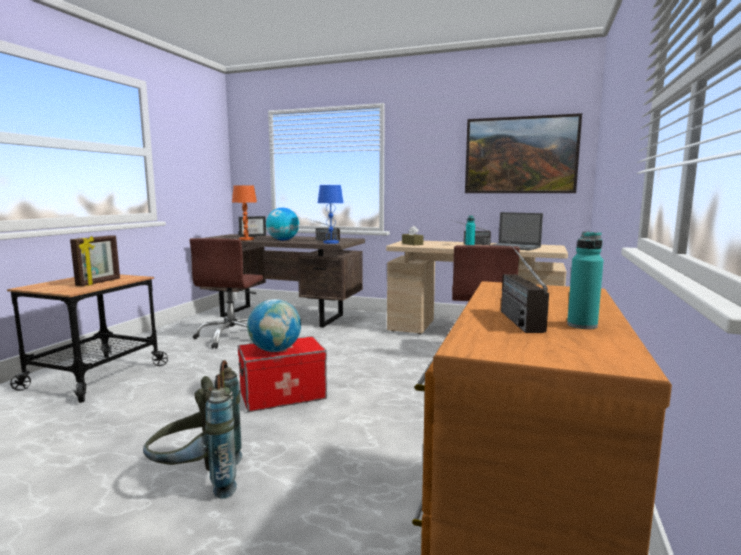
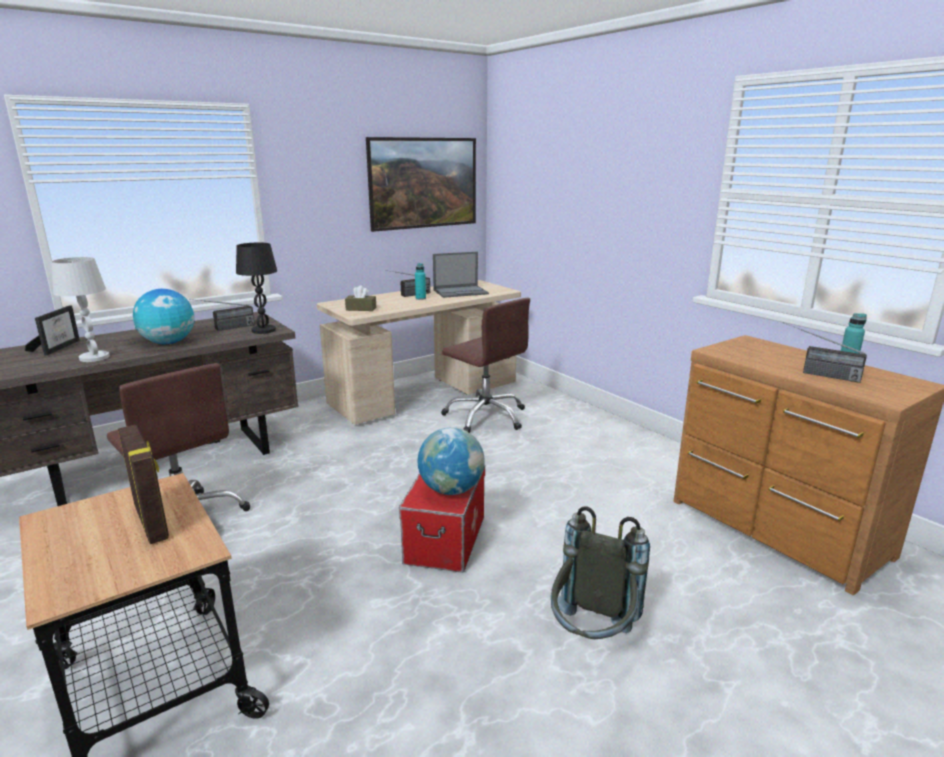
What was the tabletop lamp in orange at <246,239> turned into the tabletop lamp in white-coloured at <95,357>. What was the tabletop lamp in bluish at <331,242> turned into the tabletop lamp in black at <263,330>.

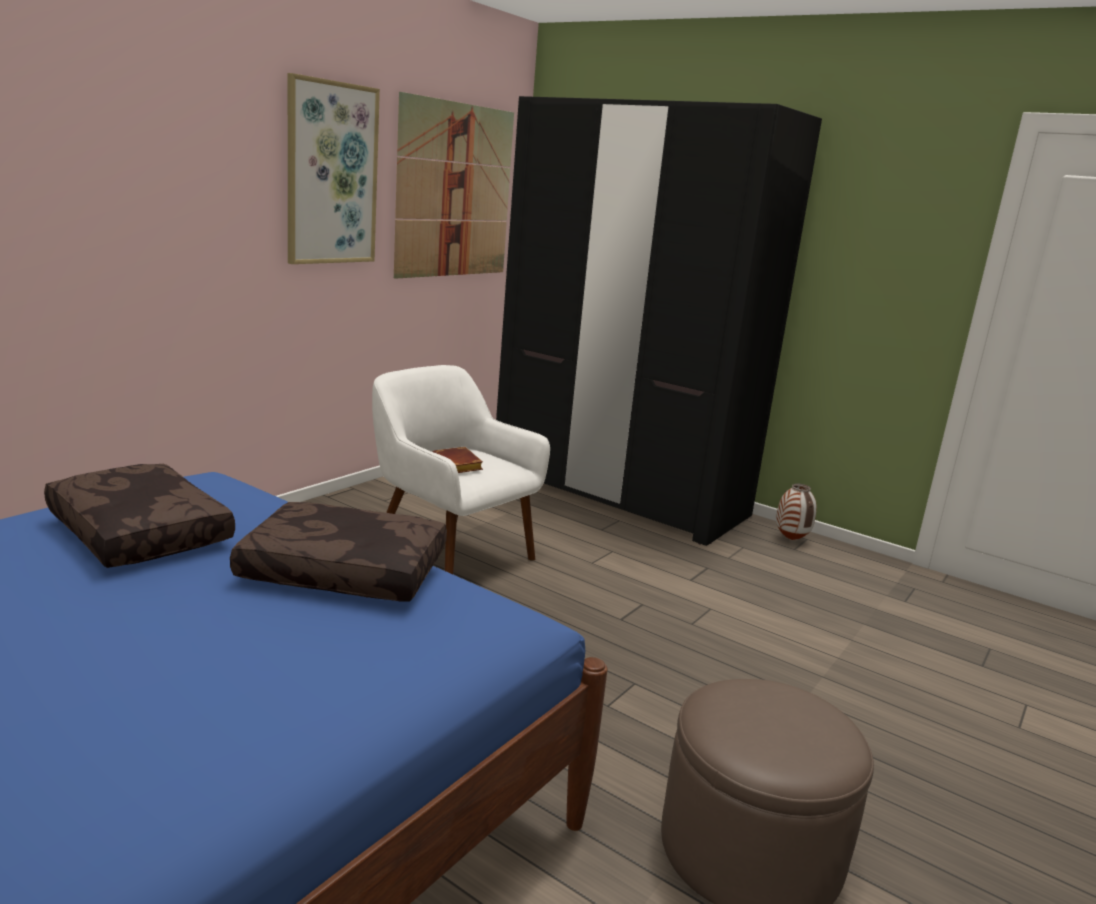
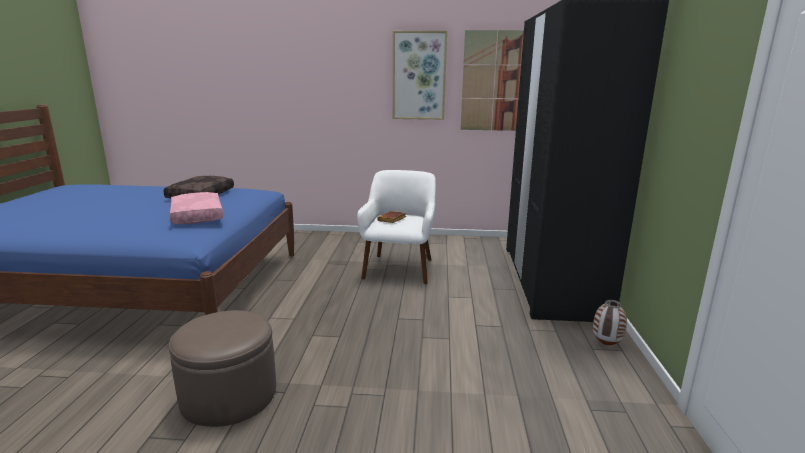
What was the pillow in brownish at <341,572> turned into the pillow in pinkish at <196,216>.

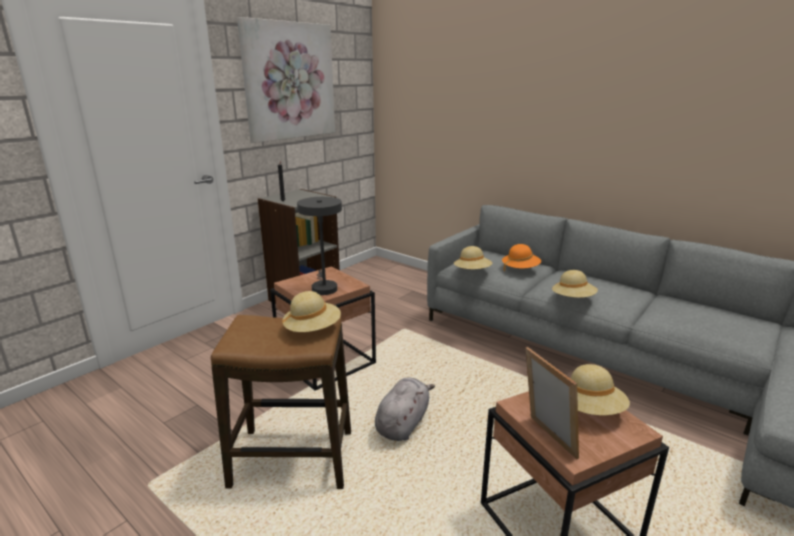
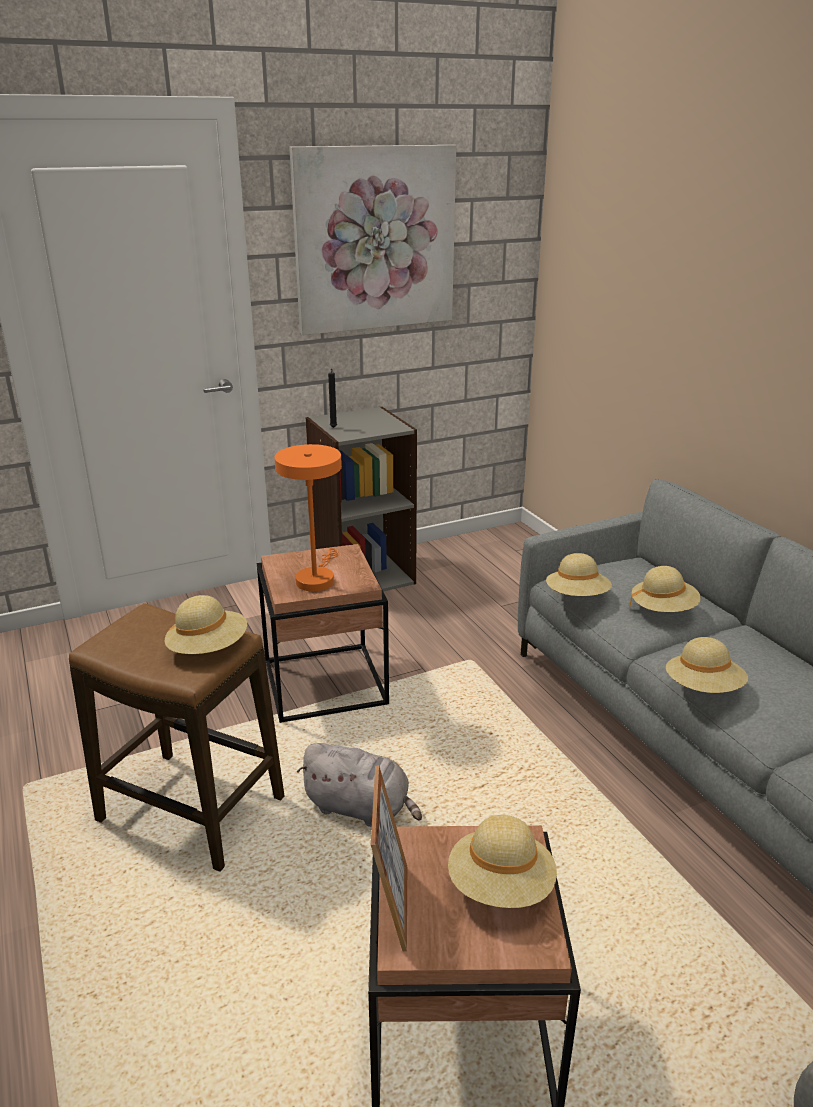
What was the tabletop lamp in gray at <323,287> turned into the tabletop lamp in orange at <316,578>. The soft toy in gray at <403,423> ended up facing another way, 60 degrees clockwise from before. What was the hat in orange at <520,269> turned into the hat in beige at <663,609>.

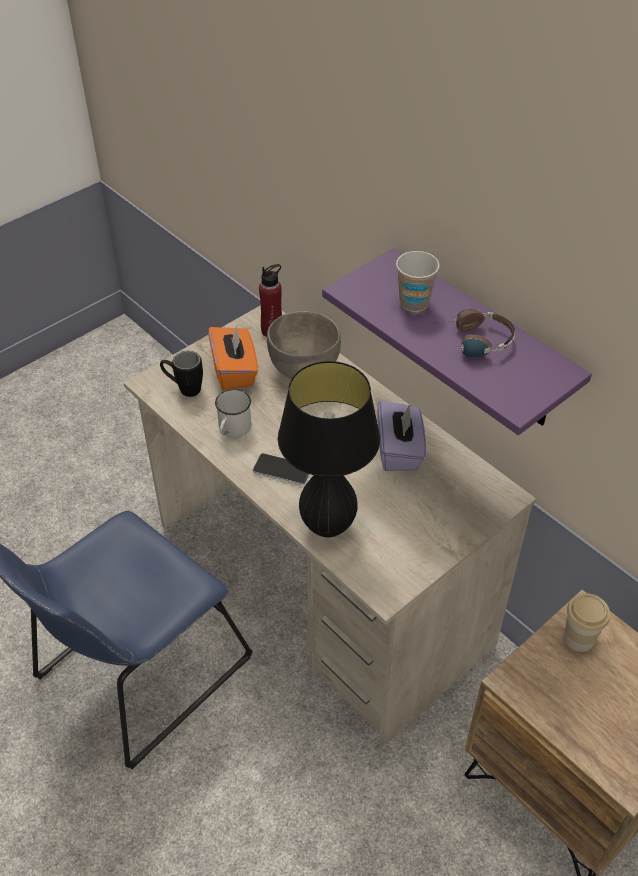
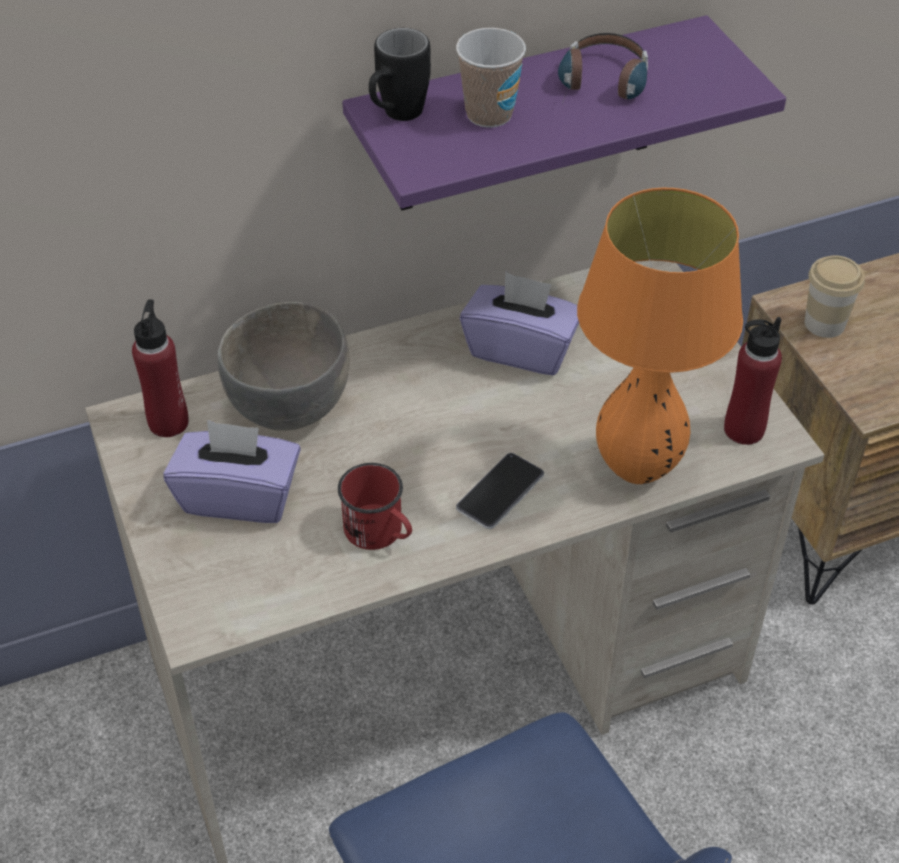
The mug in black ended up elsewhere, having gone from <184,388> to <396,117>. What was the tissue holder in orange at <234,371> turned into the tissue holder in purplish at <239,496>. What was the mug in white-coloured at <232,430> turned into the mug in red-coloured at <380,533>. What was the tabletop lamp in black at <328,527> turned into the tabletop lamp in orange at <638,468>. The second view gained the beverage bottle in red-coloured at <743,429>.

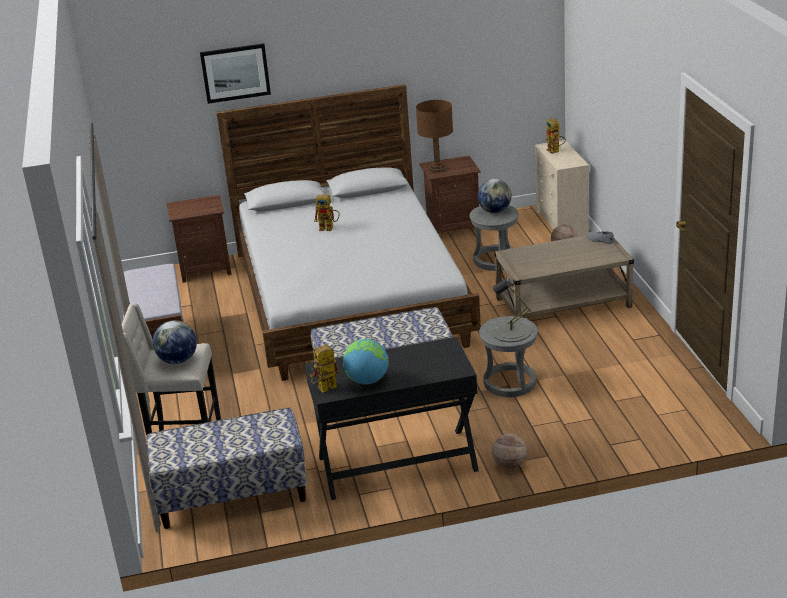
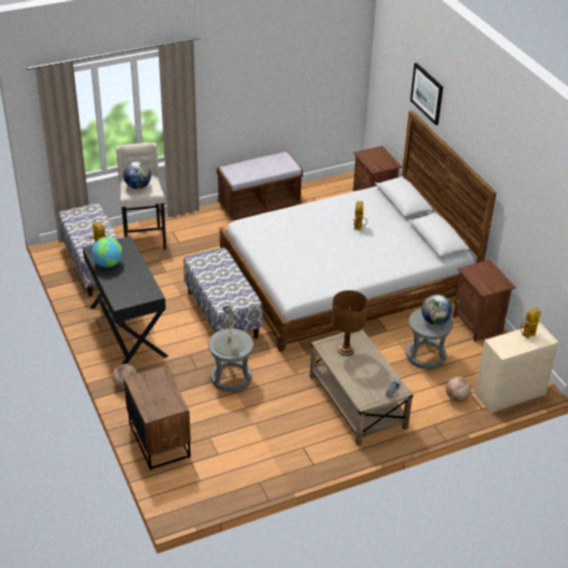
The tabletop lamp in brownish ended up elsewhere, having gone from <437,169> to <346,350>. The second view gained the bedside table in brownish at <160,440>.

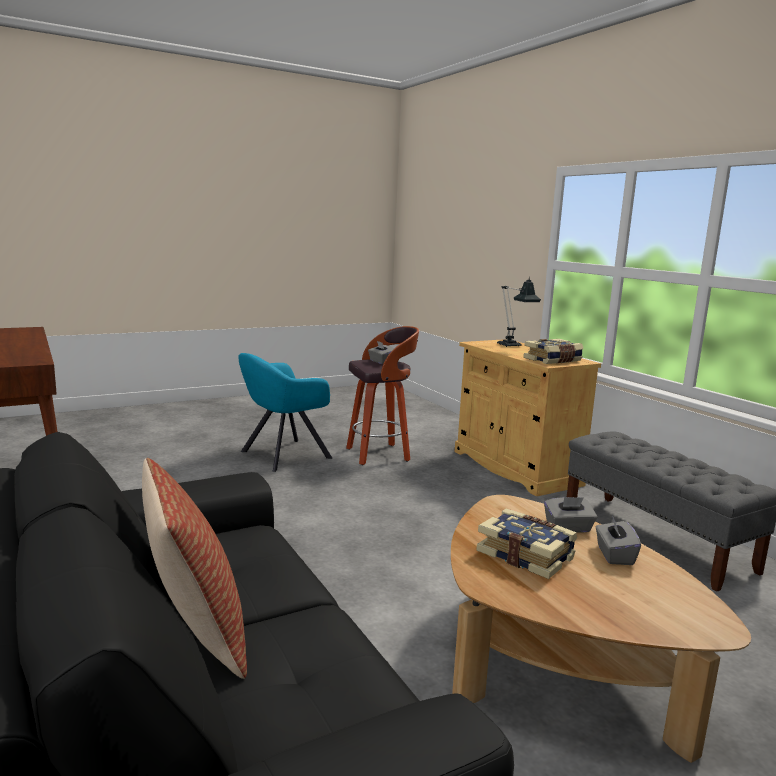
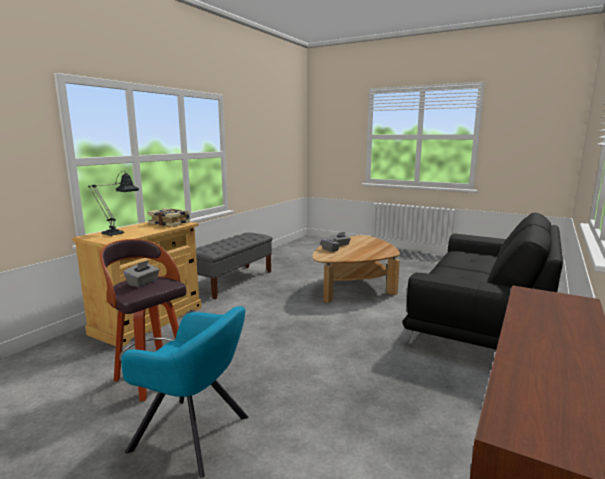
The second view lost the pillow at <195,633>. The second view lost the book at <526,555>.

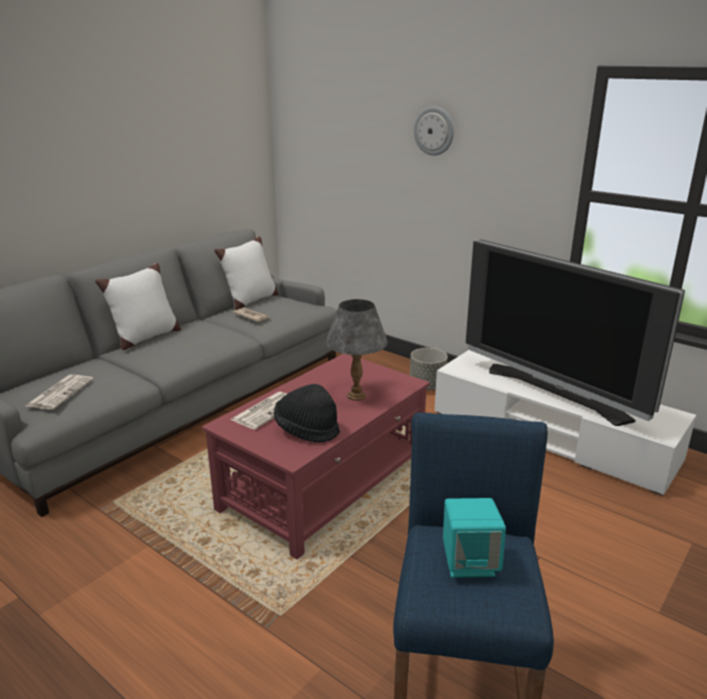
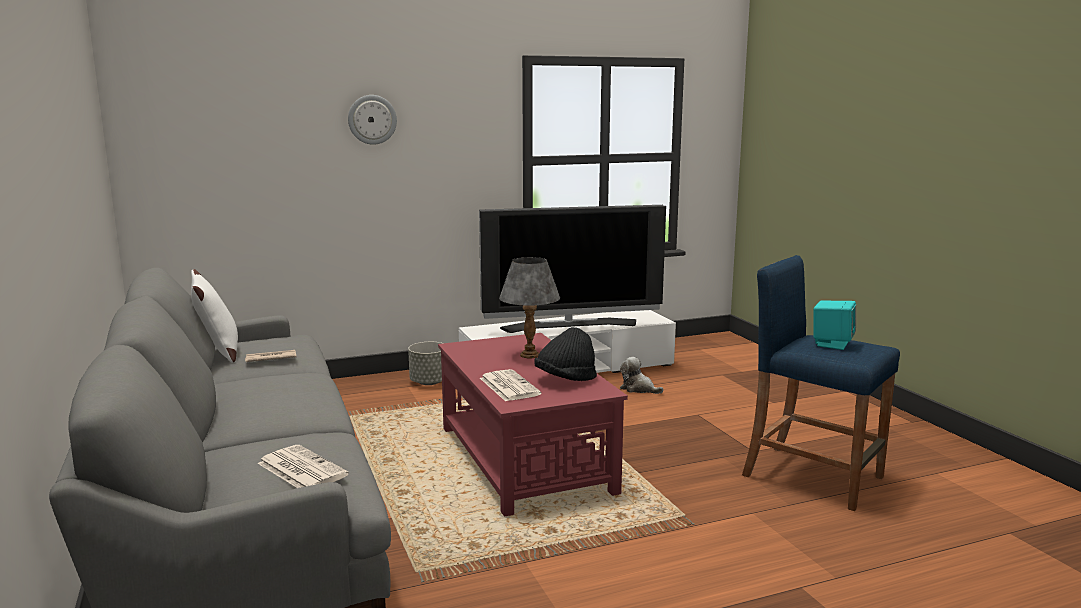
The second view lost the pillow in white-coloured at <145,338>. The second view gained the soft toy at <638,389>.

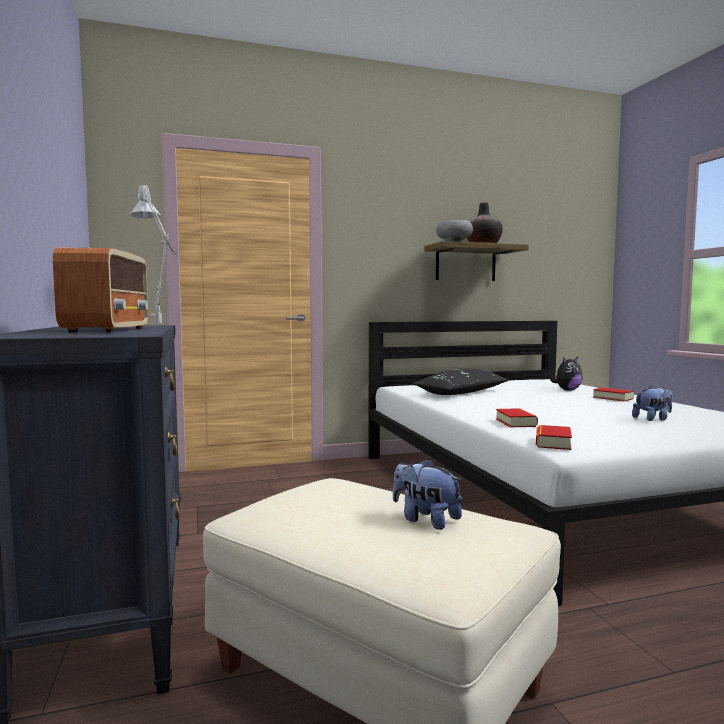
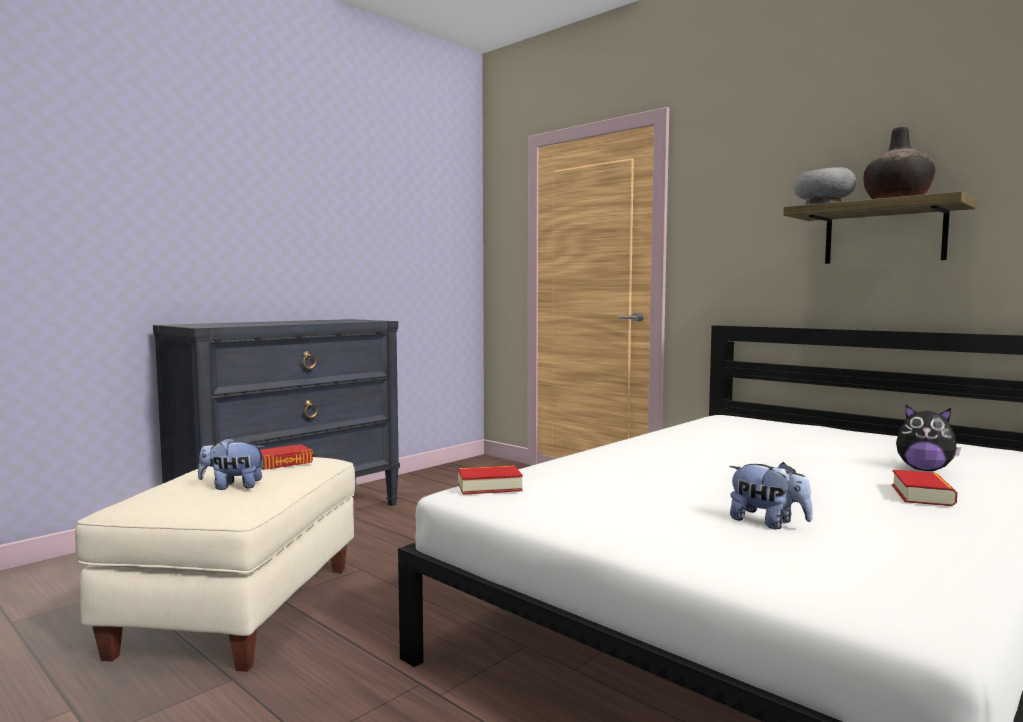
The second view lost the radio at <109,330>. The second view lost the tabletop lamp in gray at <161,326>. The soft toy at <425,520> ended up facing another way, 105 degrees counterclockwise from before. The second view lost the pillow in black at <461,393>. The book ended up elsewhere, having gone from <516,422> to <283,463>.

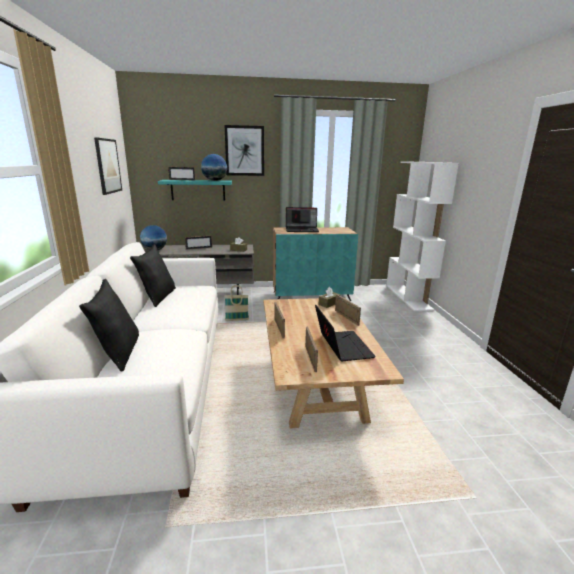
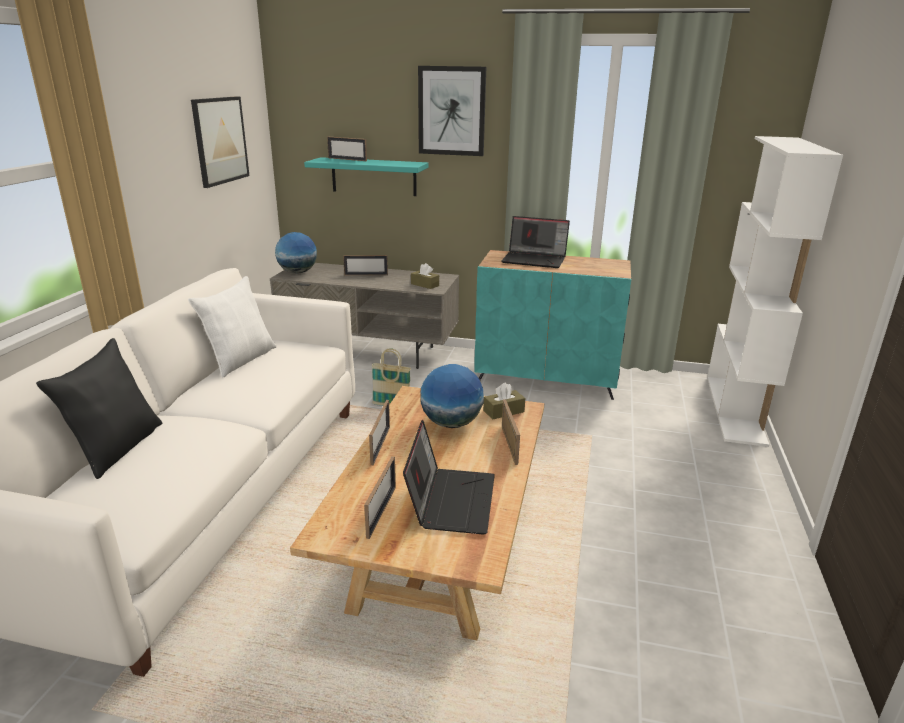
What was the pillow in black at <158,297> turned into the pillow in white-coloured at <240,359>. The world globe ended up elsewhere, having gone from <214,180> to <451,423>.

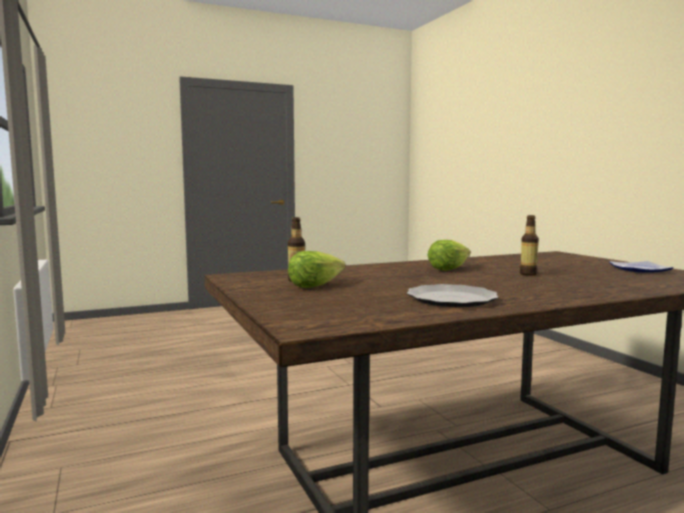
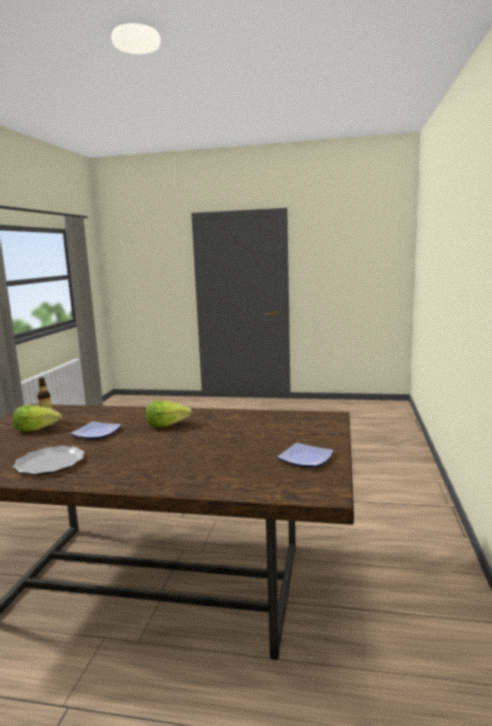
The second view lost the beverage bottle at <528,274>. The second view gained the plate at <95,433>.

